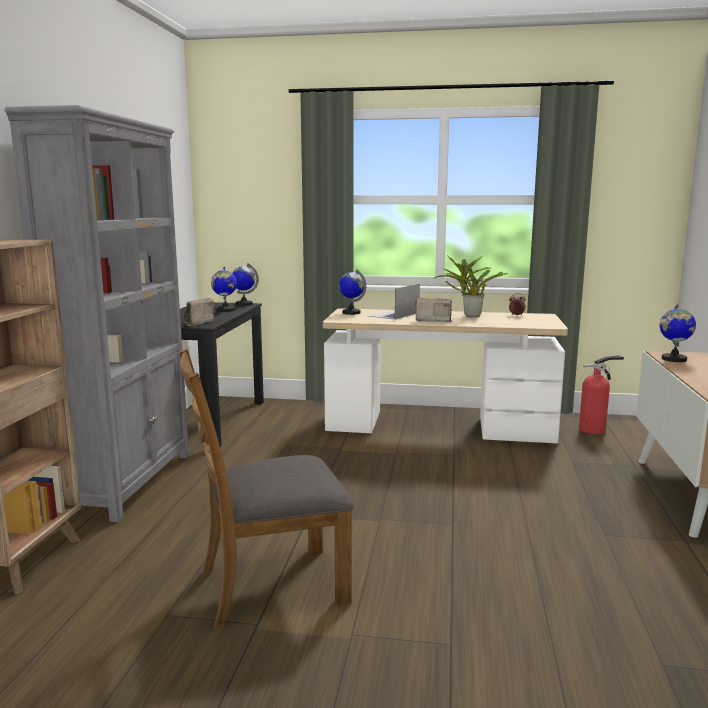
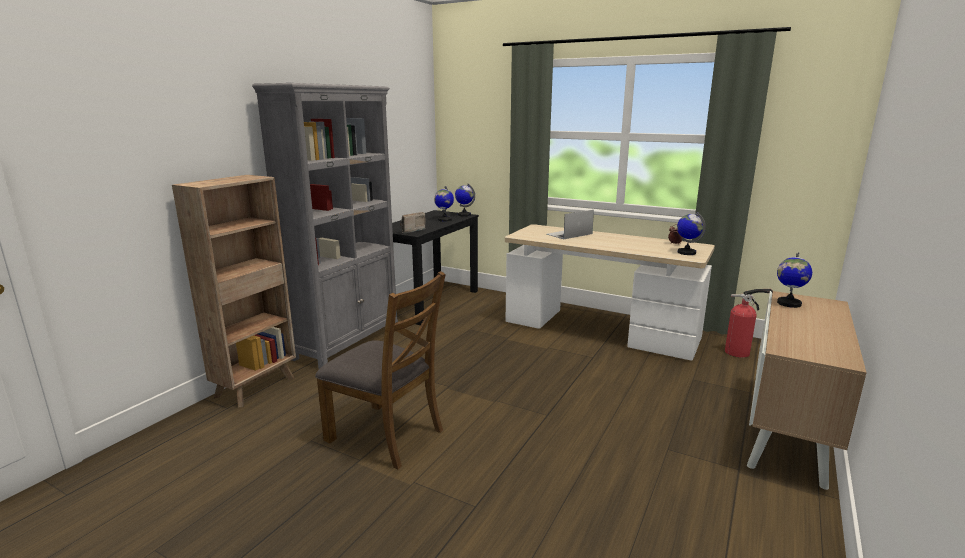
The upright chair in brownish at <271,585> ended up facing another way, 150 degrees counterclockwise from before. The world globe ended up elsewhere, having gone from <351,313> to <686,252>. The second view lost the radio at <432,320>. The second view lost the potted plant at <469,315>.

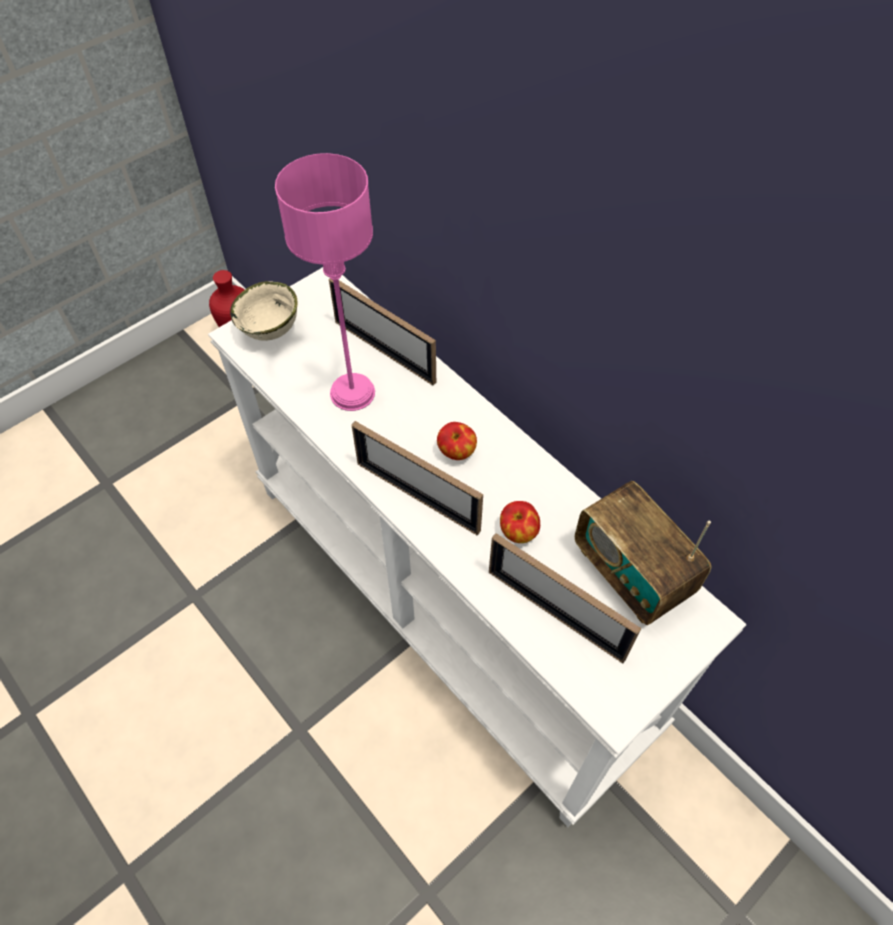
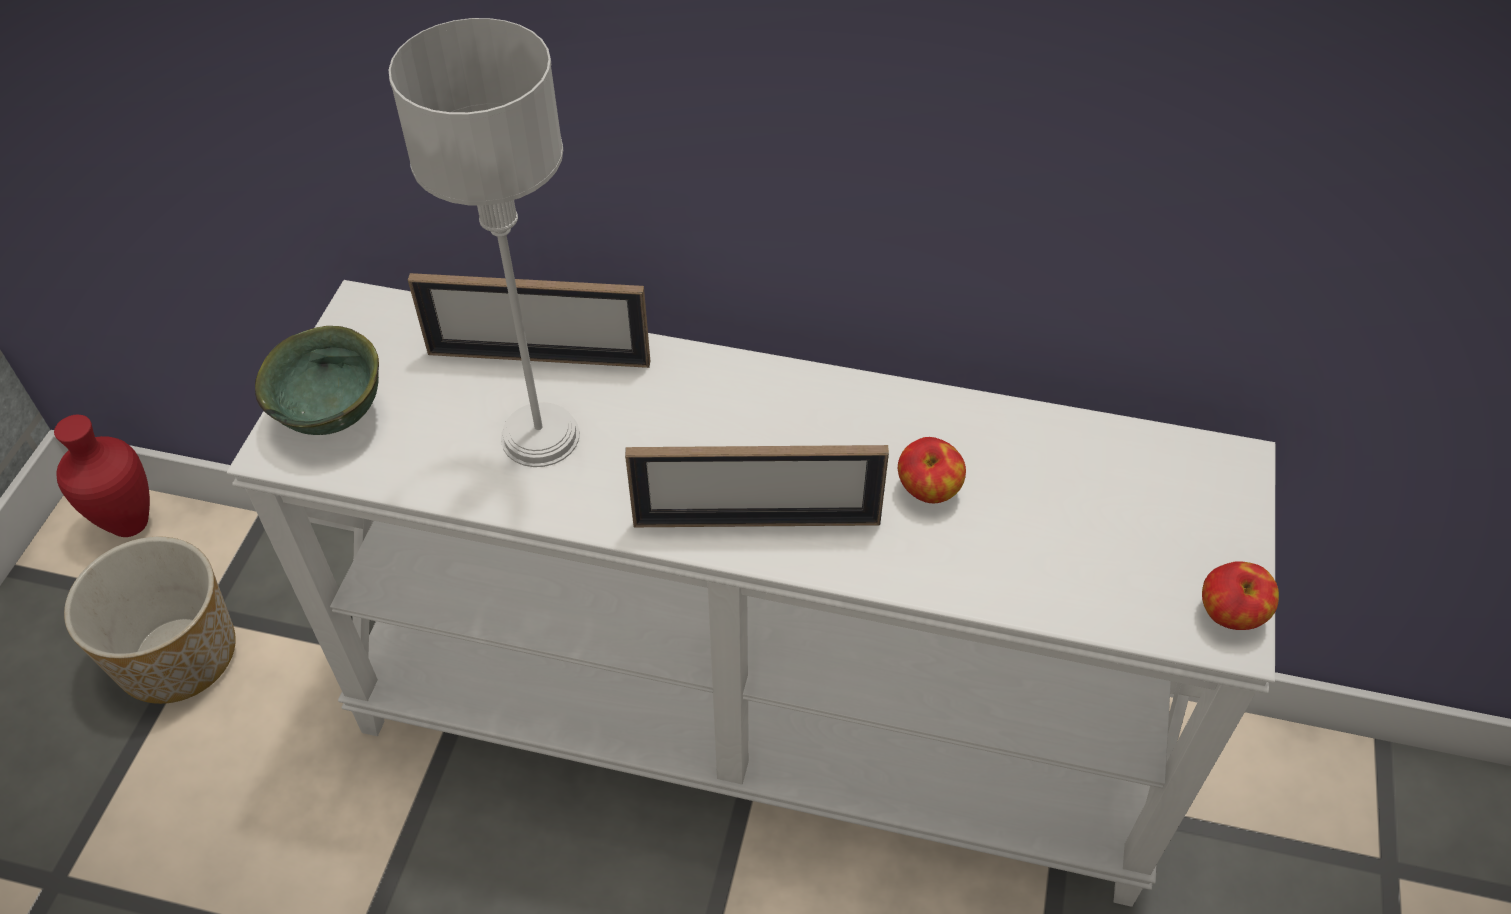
What was the bowl in beige at <271,332> turned into the bowl in green at <336,417>. What was the tabletop lamp in pinkish at <351,392> turned into the tabletop lamp in gray at <538,436>. The apple fruit ended up elsewhere, having gone from <456,452> to <1230,615>. The second view lost the standing frame at <555,614>. The second view lost the radio at <631,573>. The second view gained the flower pot at <178,653>.

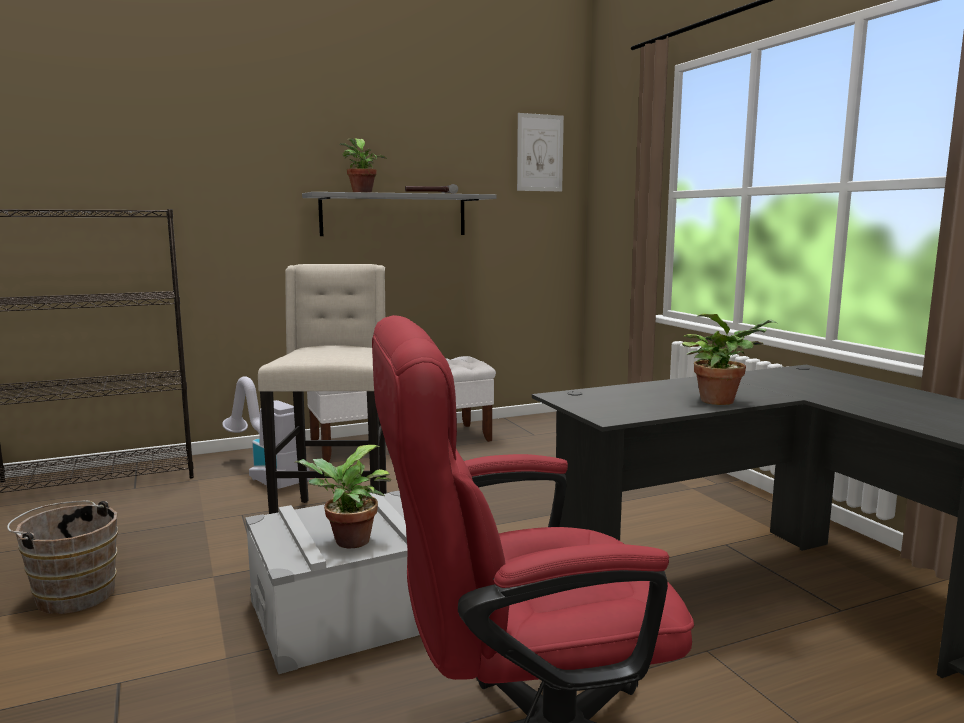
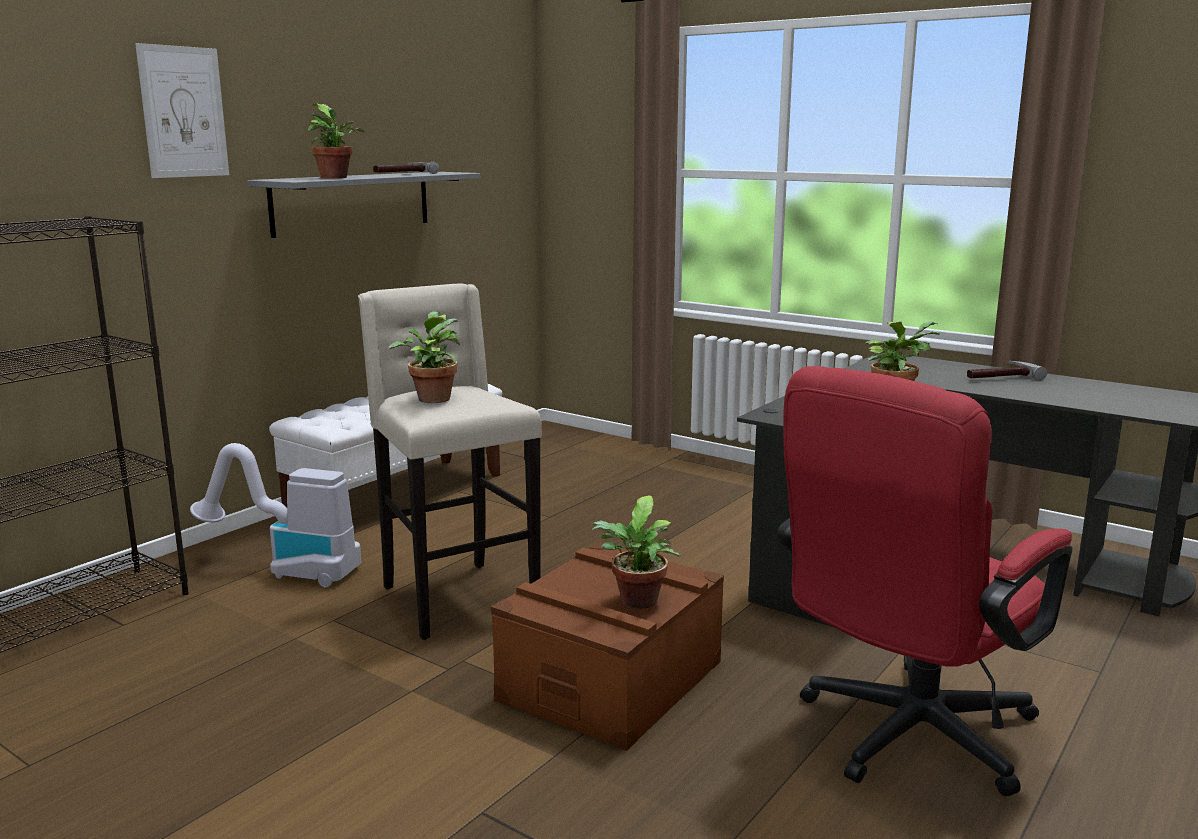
The second view lost the bucket in brownish at <72,594>. What was the storage container in gray at <350,613> turned into the storage container in brownish at <611,680>. The wall art ended up elsewhere, having gone from <540,153> to <183,112>. The second view gained the potted plant at <432,398>. The second view gained the tool hammer at <1000,378>.

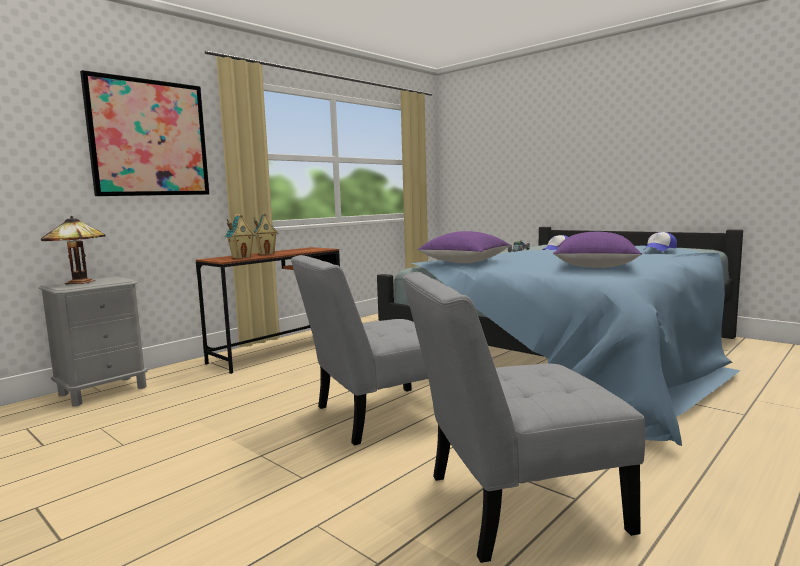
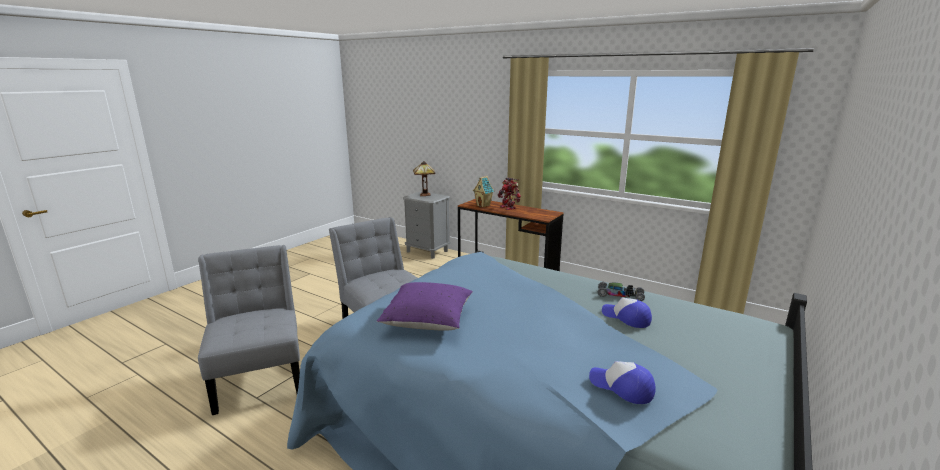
The second view lost the wall art at <149,138>. Where the miniature house stood at <266,253>, the toy robot came to stand at <508,207>. The second view lost the pillow in purplish at <464,262>.

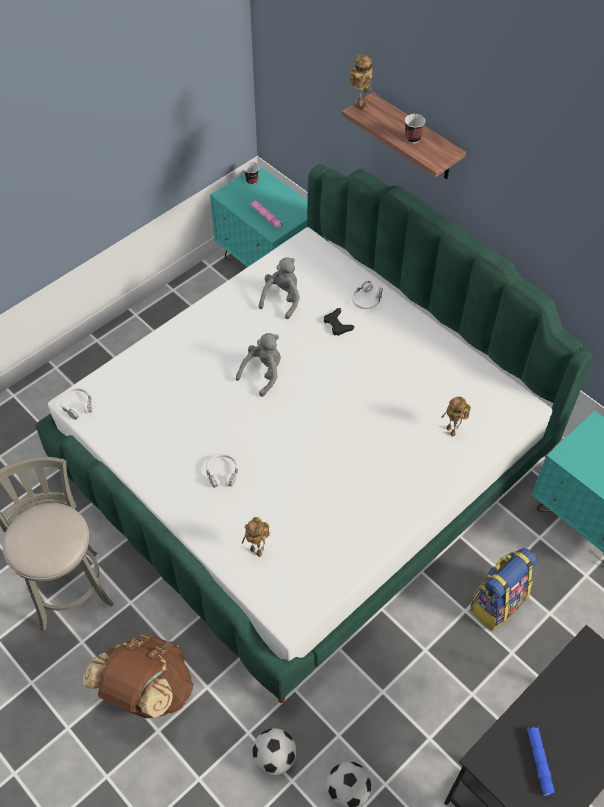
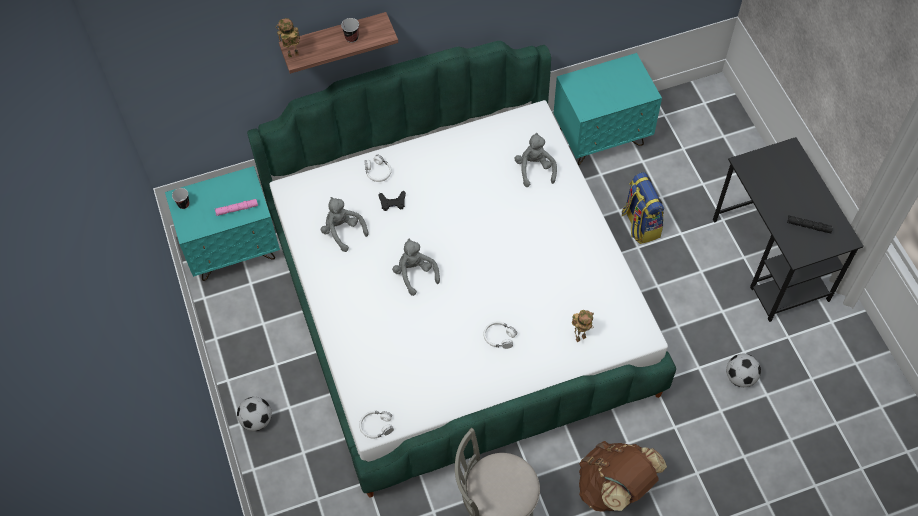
The football ended up elsewhere, having gone from <274,757> to <257,420>. Where the toy robot stood at <452,431>, the soft toy in gray came to stand at <535,169>. What was the torch in bluish at <539,761> turned into the torch in black at <808,226>.

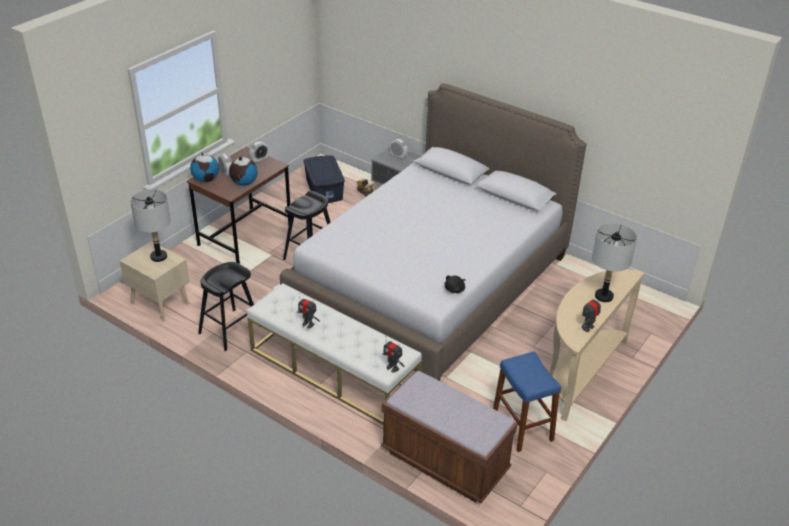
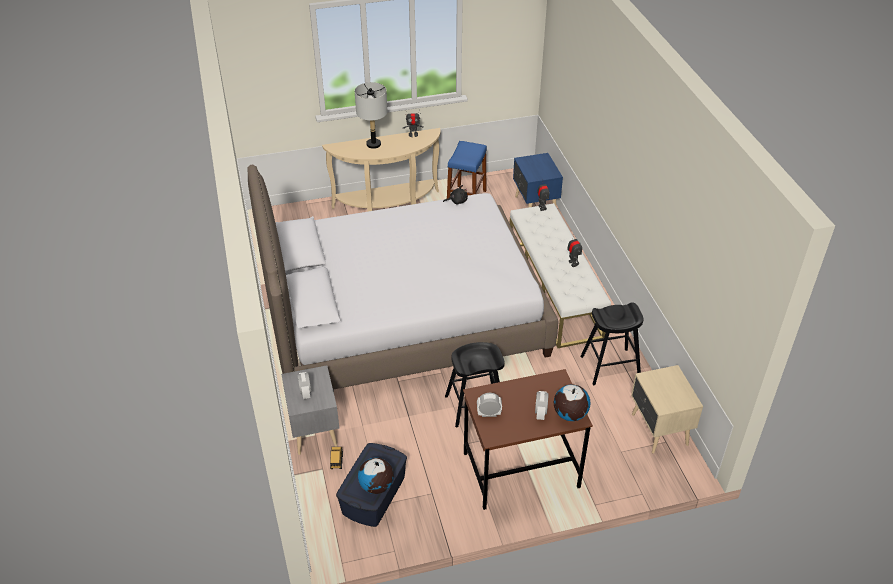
The second view lost the tabletop lamp in gray at <159,257>. The world globe ended up elsewhere, having gone from <244,183> to <377,486>. Where the indoor bench in brownish stood at <445,461>, the bedside table in bluish came to stand at <534,206>.

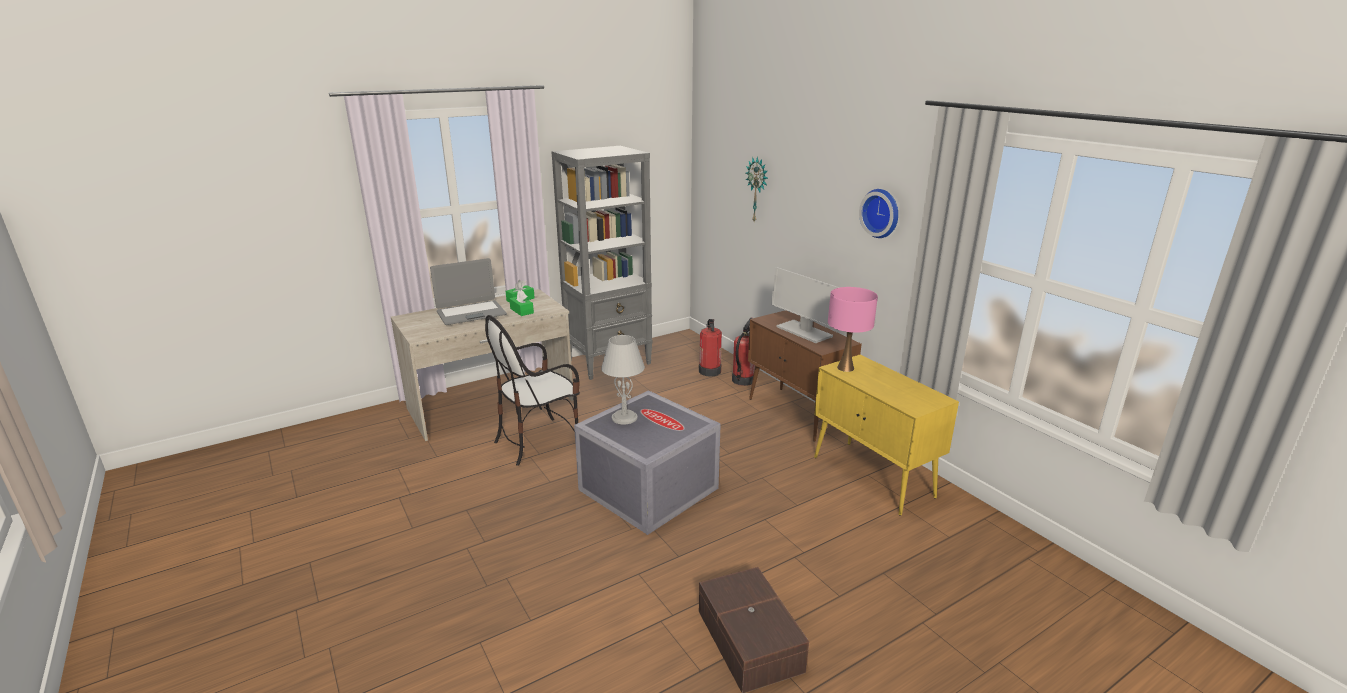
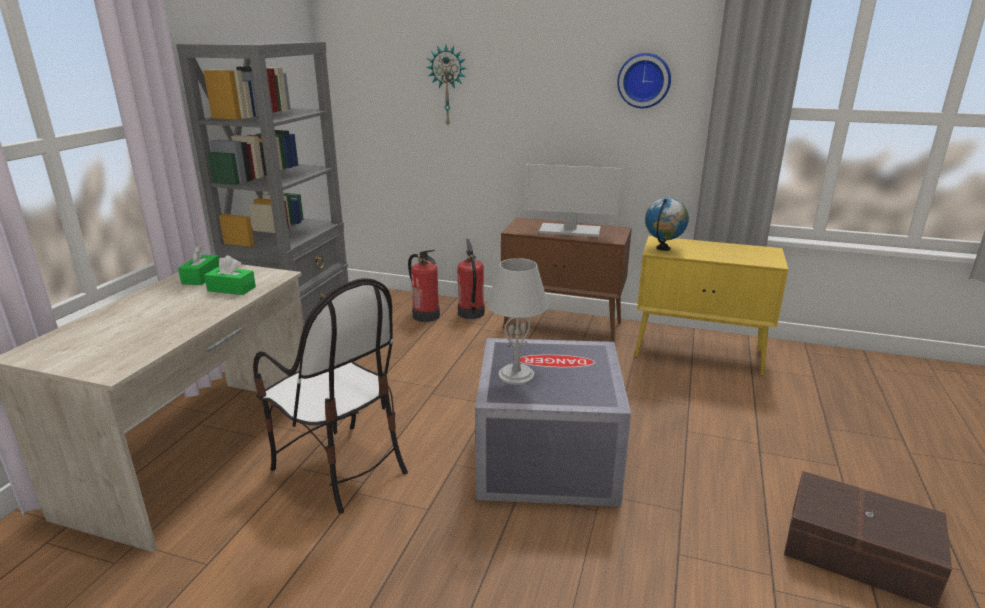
The second view lost the portable computer at <471,313>. The upright chair at <539,441> ended up facing another way, 60 degrees counterclockwise from before. Where the tabletop lamp in pinkish stood at <846,368>, the world globe came to stand at <663,248>.

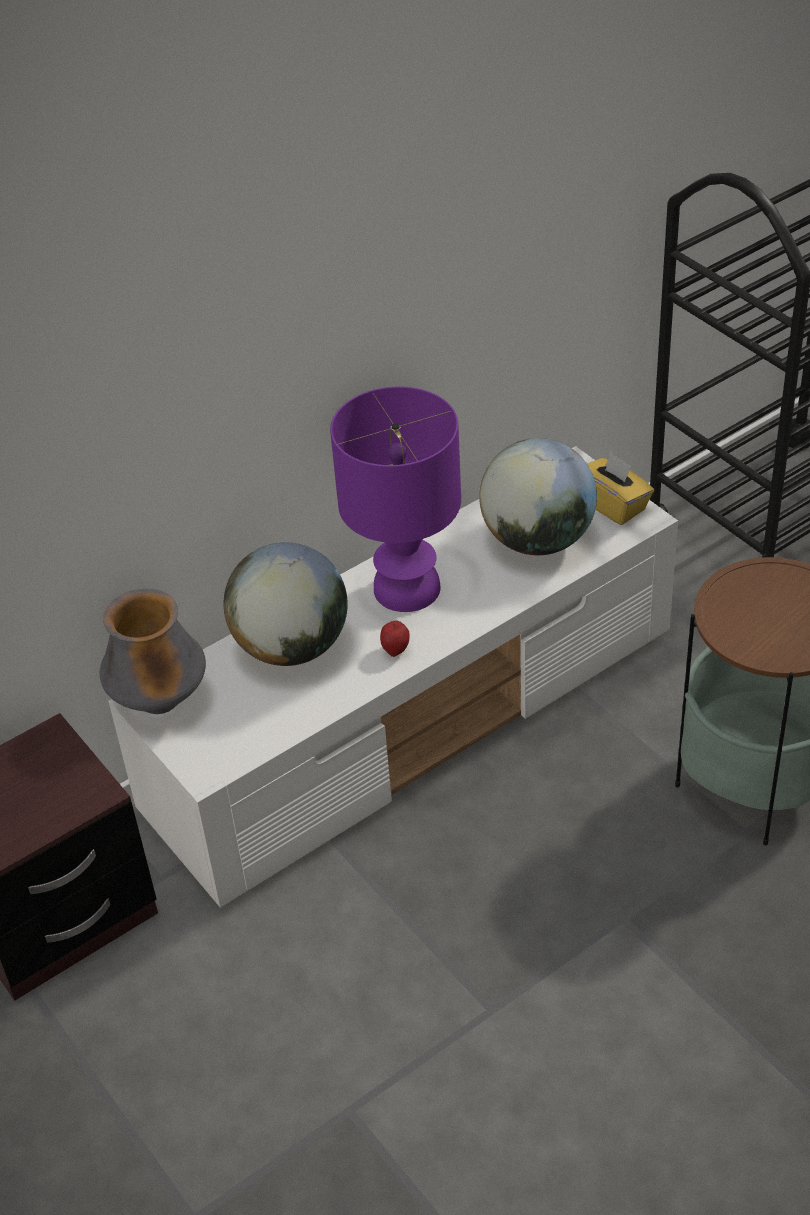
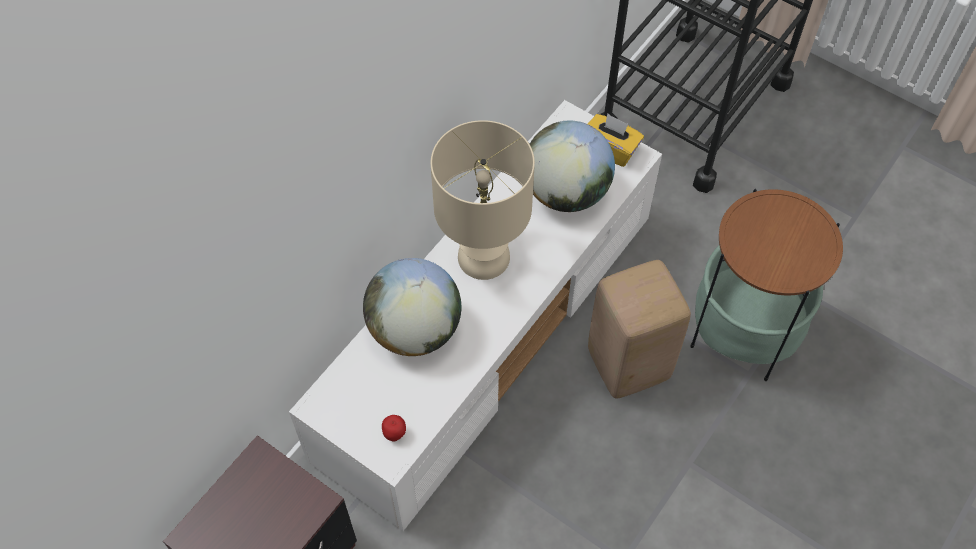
The second view lost the decorative vase at <160,702>. What was the tabletop lamp in purplish at <405,589> turned into the tabletop lamp in beige at <483,258>. The apple fruit ended up elsewhere, having gone from <396,651> to <394,434>. The second view gained the stool in beige at <628,365>.

